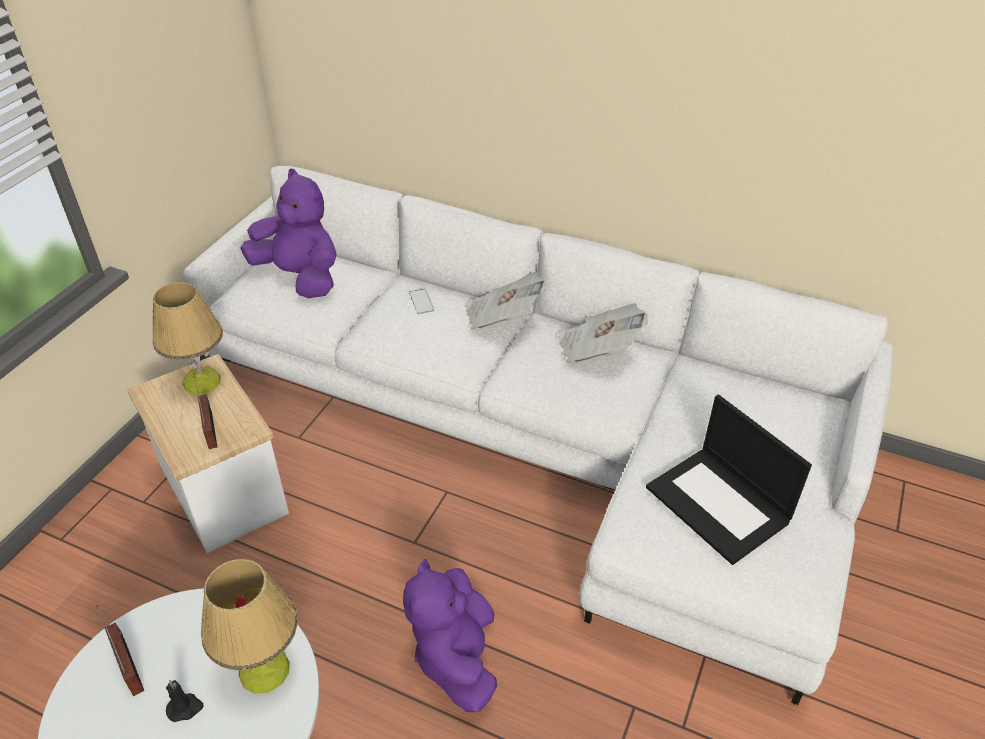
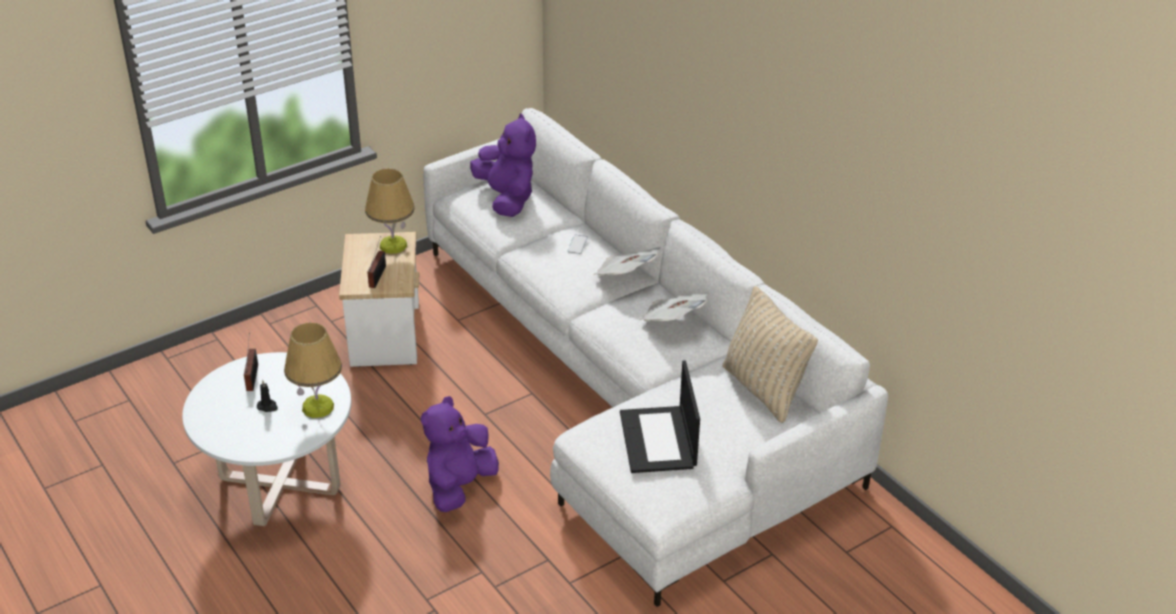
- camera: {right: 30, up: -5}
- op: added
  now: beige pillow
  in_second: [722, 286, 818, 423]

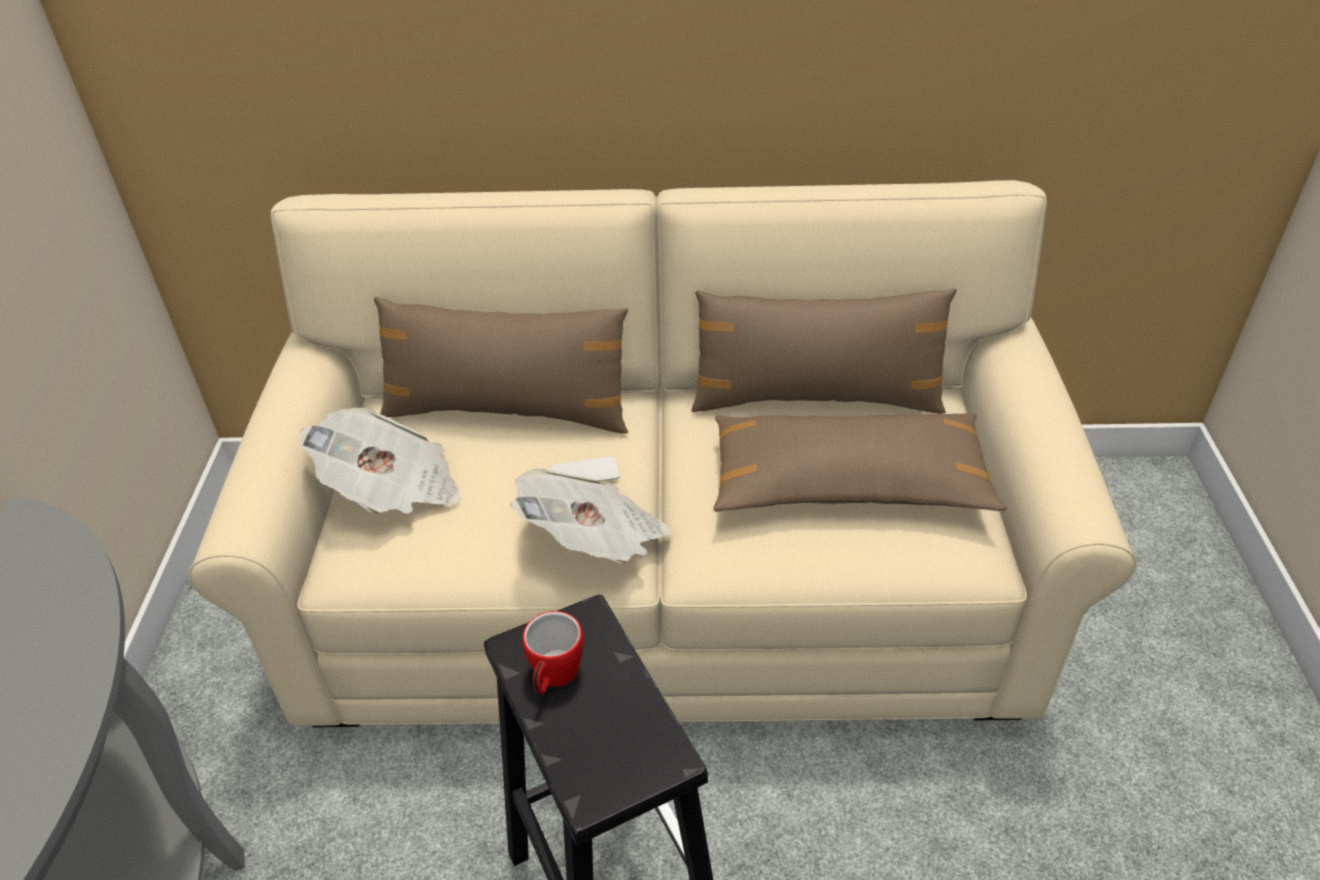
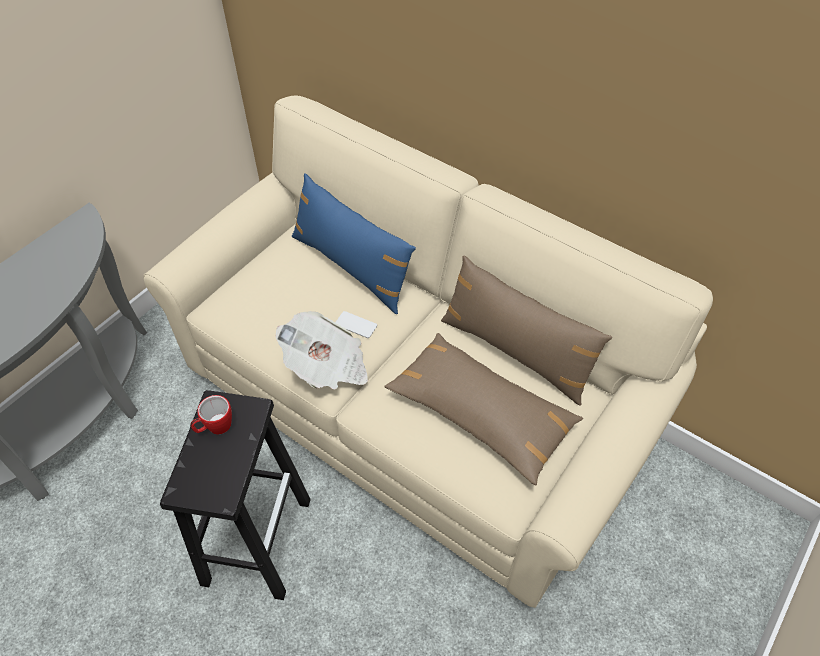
- camera: {right: 35, up: 10}
- op: recoloured
  was: brown pillow
  now: blue pillow
  in_first: [374, 297, 628, 434]
  in_second: [292, 173, 416, 314]
- op: removed
  was: newspaper
  in_first: [299, 408, 462, 514]

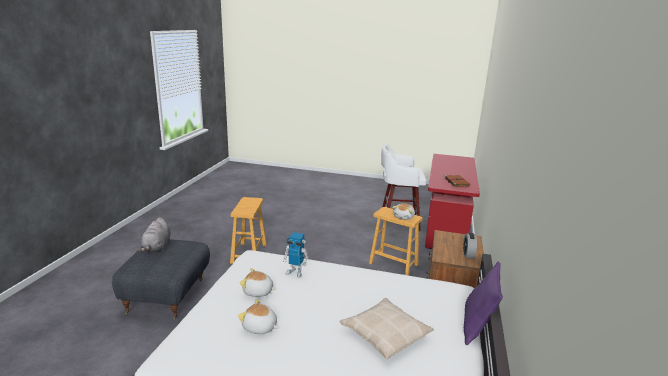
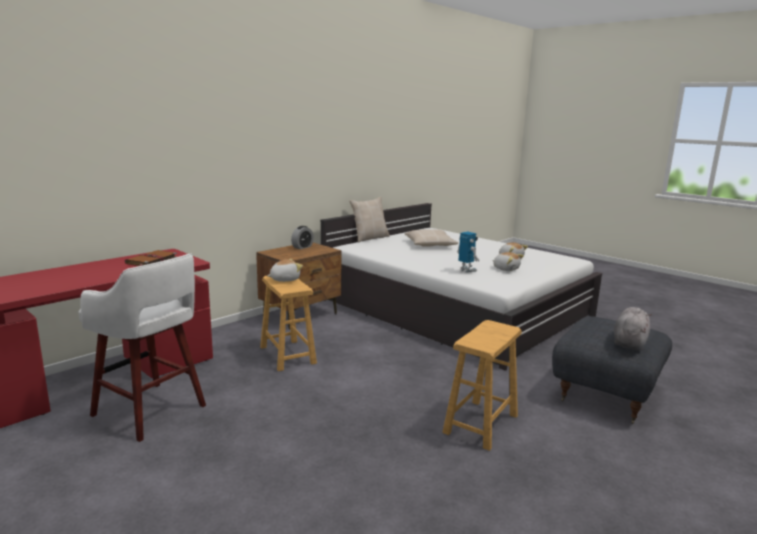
- camera: {right: -150, up: -5}
- op: recoloured
  was: purple pillow
  now: beige pillow
  in_first: [464, 262, 503, 345]
  in_second: [349, 197, 390, 242]

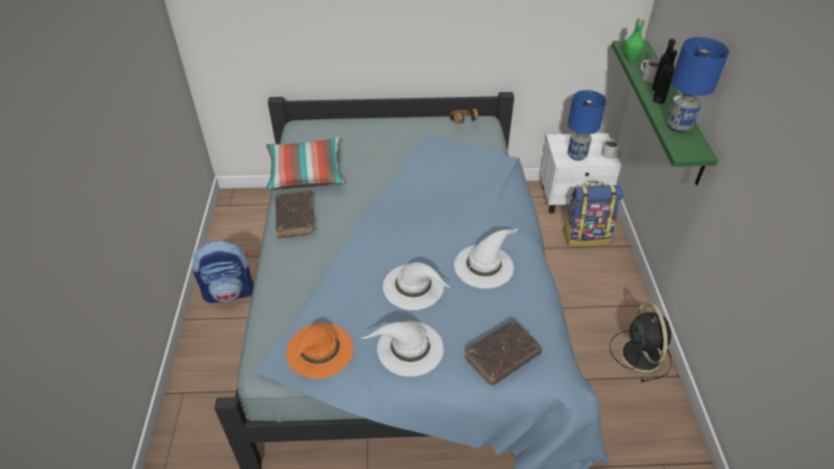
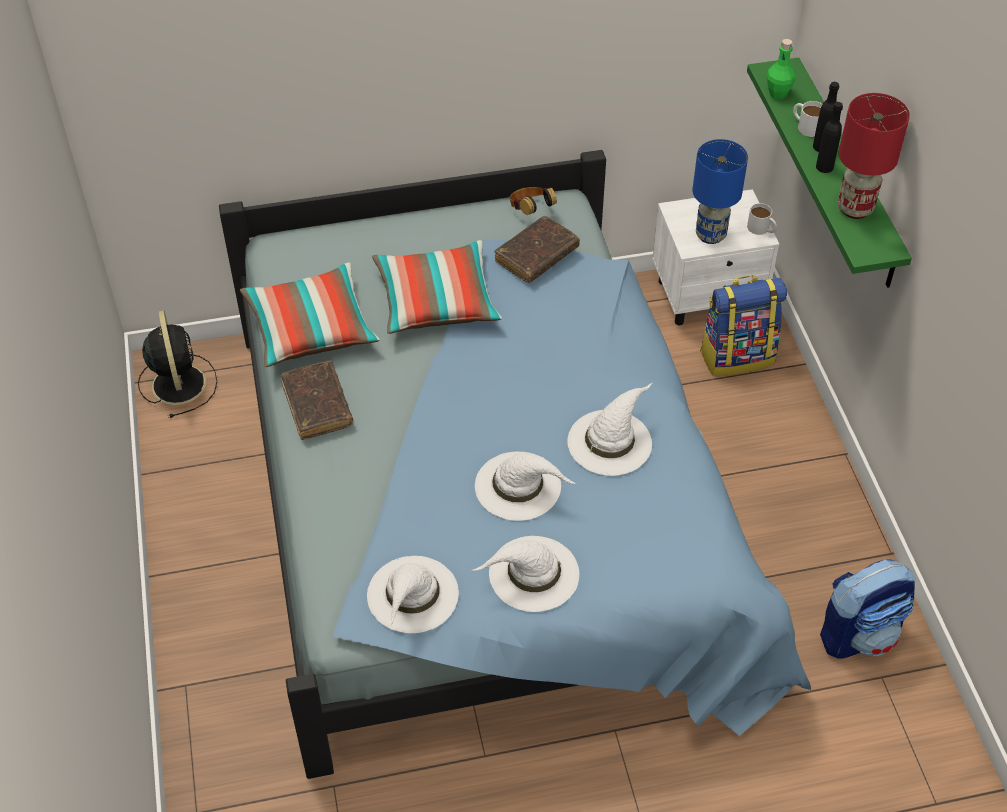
- camera: {right: -10, up: 5}
- op: recoloured
  was: blue table lamp
  now: red table lamp
  in_first: [666, 37, 729, 132]
  in_second: [838, 93, 910, 219]
- op: moved
  was: backpack
  in_first: [192, 240, 254, 303]
  in_second: [820, 559, 915, 659]
- op: moved
  was: black fan
  in_first: [610, 301, 671, 382]
  in_second: [138, 310, 217, 418]
- op: moved
  was: brown book
  in_first: [464, 320, 543, 386]
  in_second: [494, 216, 580, 283]
- op: recoloured
  was: orange hat
  now: white hat
  in_first: [286, 323, 353, 379]
  in_second: [367, 556, 459, 633]
- op: added
  now: pillow
  in_second: [372, 240, 502, 334]

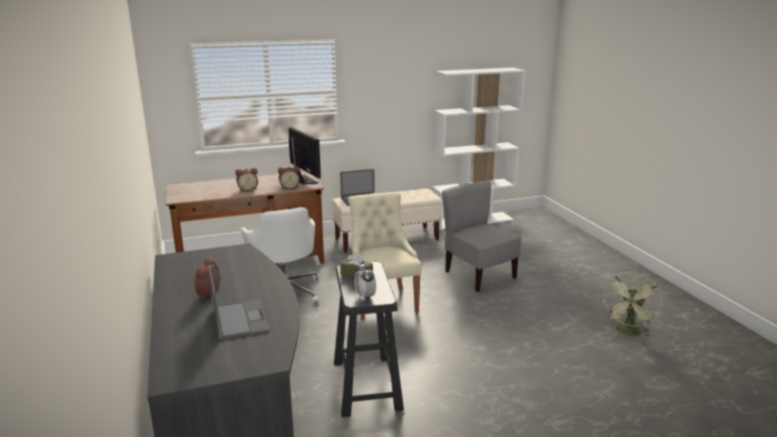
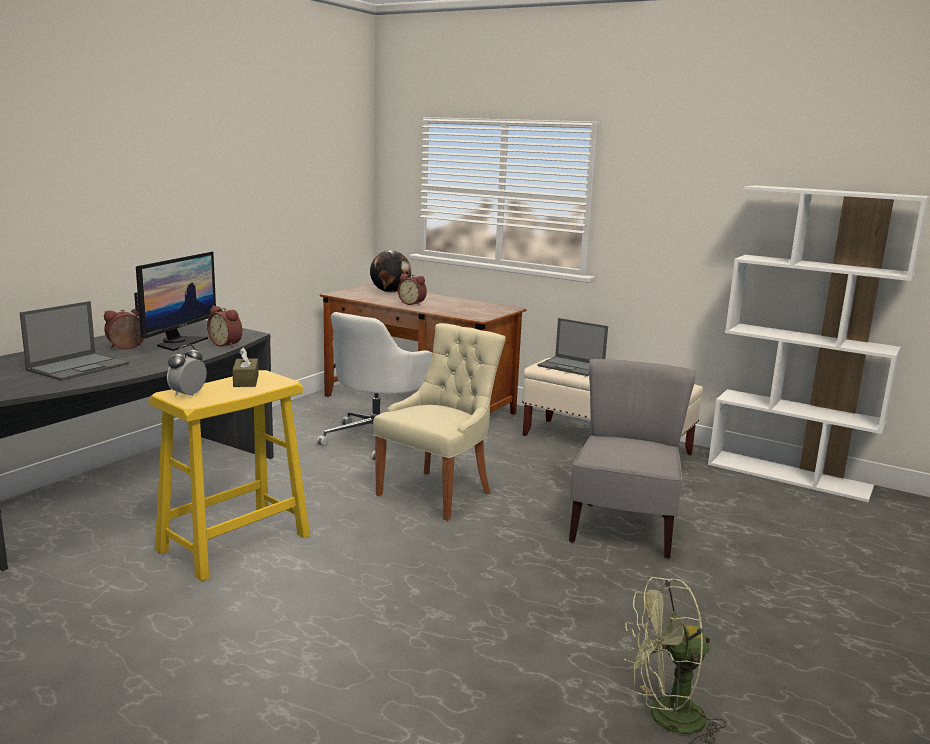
- camera: {right: 50, up: -5}
- op: moved
  was: monitor
  in_first: [289, 127, 321, 184]
  in_second: [134, 251, 216, 351]
- op: moved
  was: alarm clock
  in_first: [278, 166, 300, 190]
  in_second: [207, 306, 242, 348]
- op: recoloured
  was: black stool
  now: yellow stool
  in_first: [334, 262, 404, 417]
  in_second: [149, 370, 310, 581]
- op: added
  now: globe
  in_second: [370, 250, 411, 293]

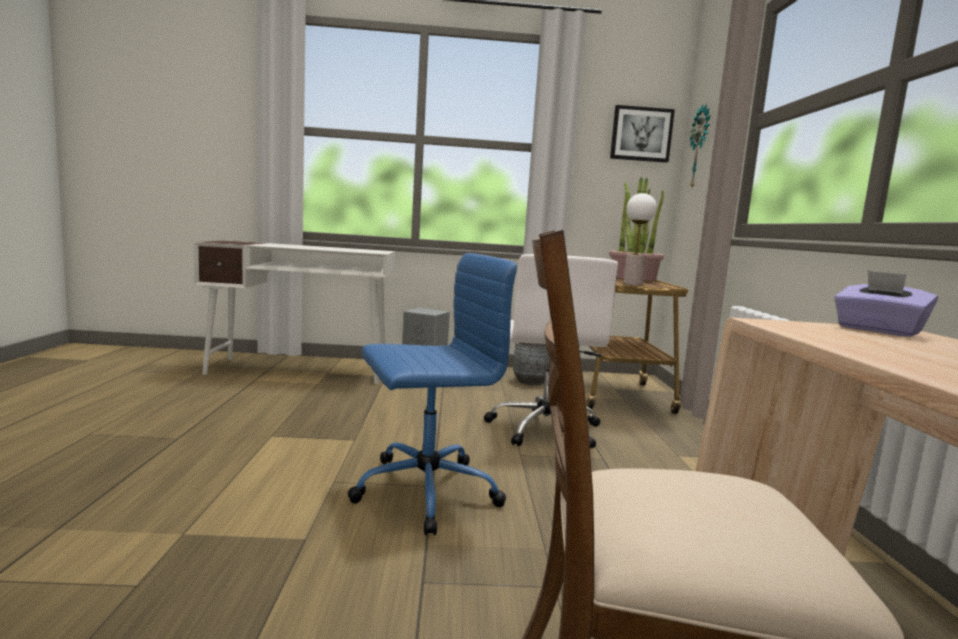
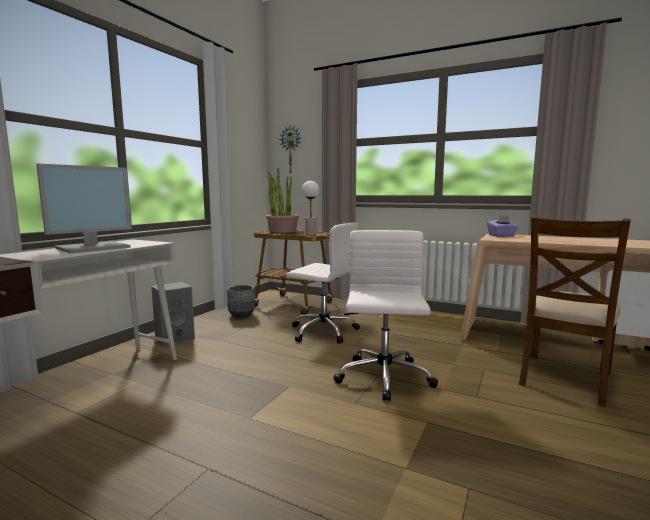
- camera: {right: -60, up: 0}
- op: removed
  was: picture
  in_first: [610, 105, 675, 163]
- op: recoloured
  was: blue office chair
  now: white office chair
  in_first: [347, 253, 517, 535]
  in_second: [333, 230, 438, 401]
- op: added
  now: monitor
  in_second: [36, 164, 132, 253]

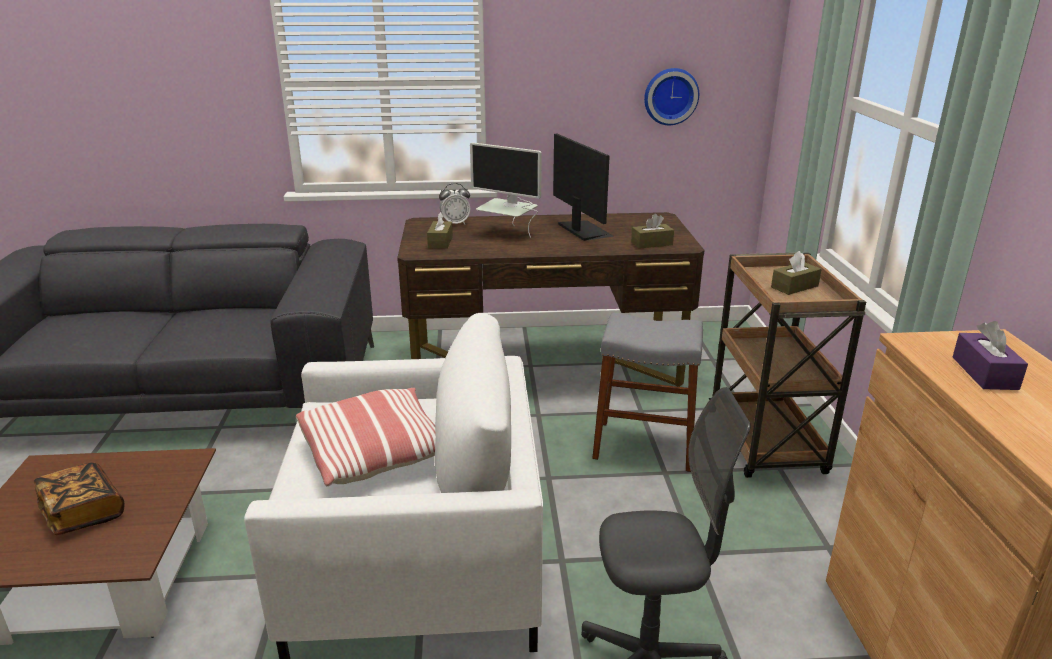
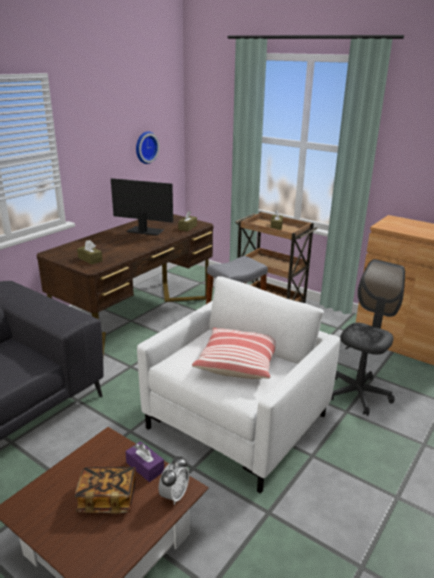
- camera: {right: -50, up: 0}
- op: removed
  was: monitor
  in_first: [470, 142, 542, 238]
- op: moved
  was: alarm clock
  in_first: [439, 183, 471, 224]
  in_second: [159, 456, 189, 505]
- op: moved
  was: purple tissue box
  in_first: [953, 321, 1028, 390]
  in_second: [125, 441, 164, 482]

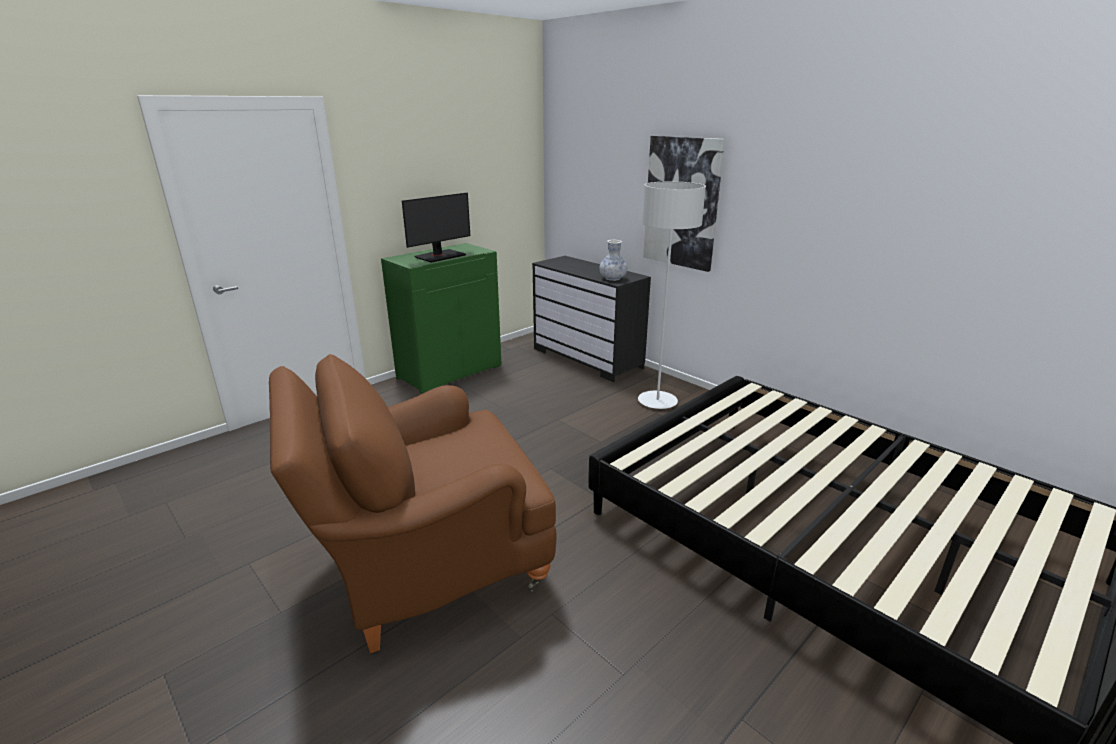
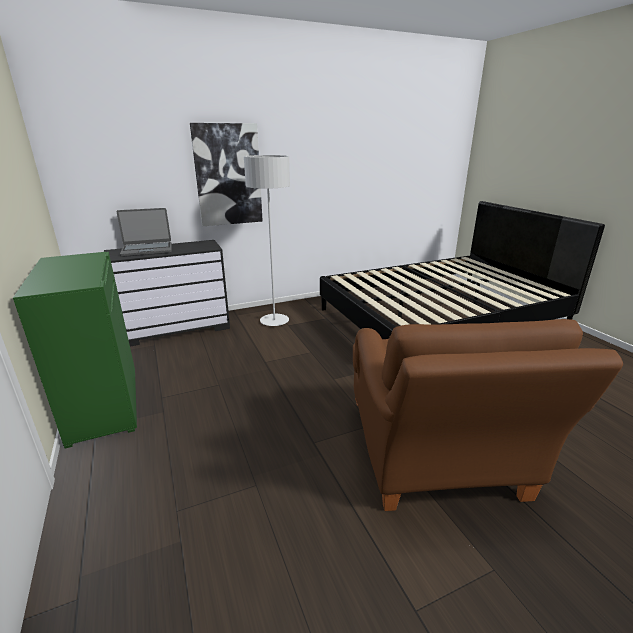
- camera: {right: -70, up: 0}
- op: removed
  was: monitor
  in_first: [402, 193, 470, 263]
- op: removed
  was: vase
  in_first: [599, 240, 627, 281]
- op: added
  now: laptop
  in_second: [117, 208, 172, 257]

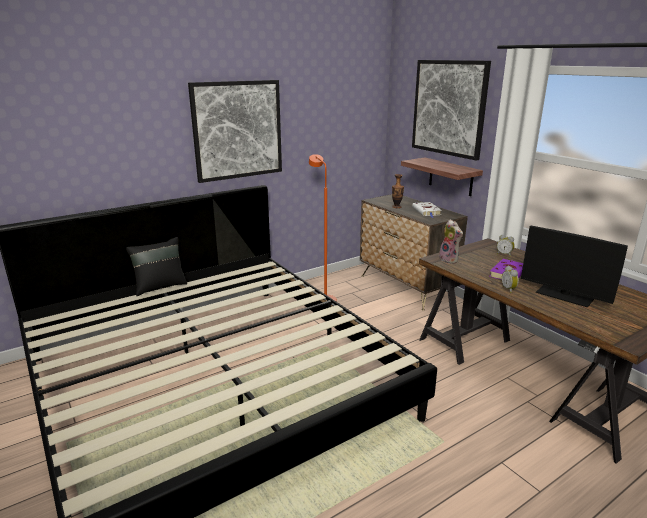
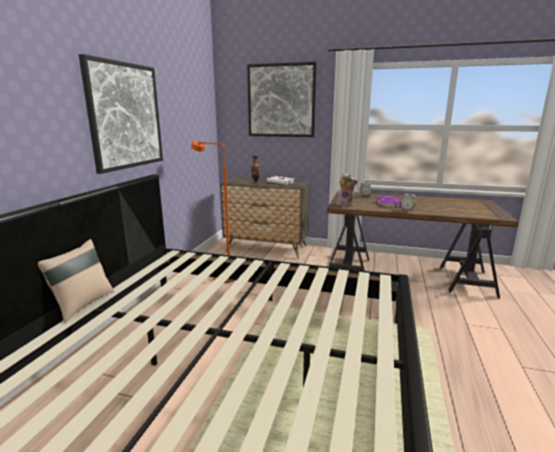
- camera: {right: -40, up: -5}
- op: removed
  was: shelf
  in_first: [401, 158, 483, 196]
- op: removed
  was: monitor
  in_first: [521, 226, 628, 308]
- op: recoloured
  was: black pillow
  now: beige pillow
  in_first: [126, 237, 187, 296]
  in_second: [38, 239, 114, 323]

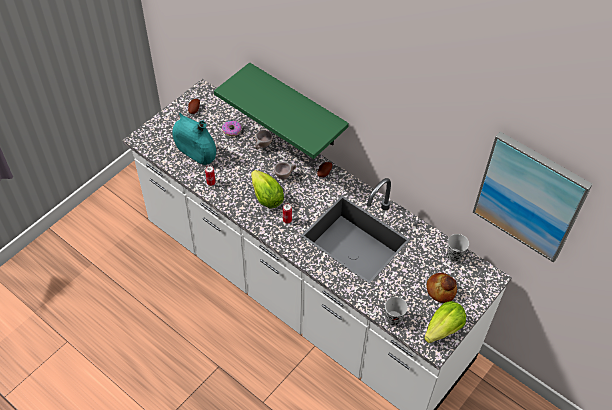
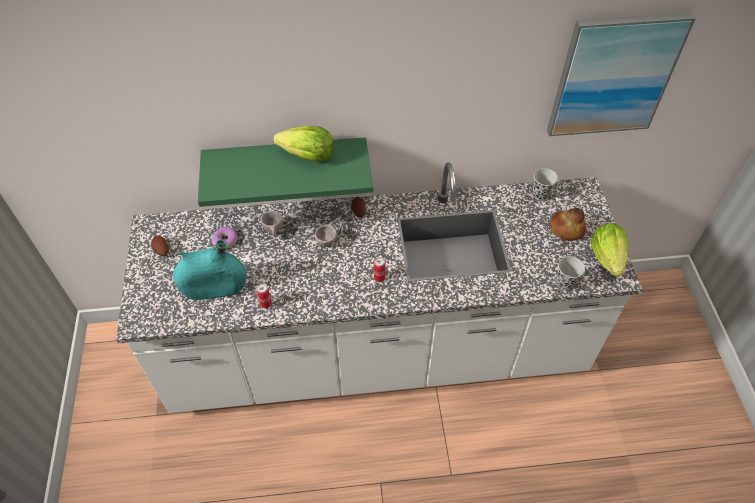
- camera: {right: -45, up: 0}
- op: moved
  was: lettuce
  in_first: [251, 170, 284, 208]
  in_second: [274, 126, 333, 162]

